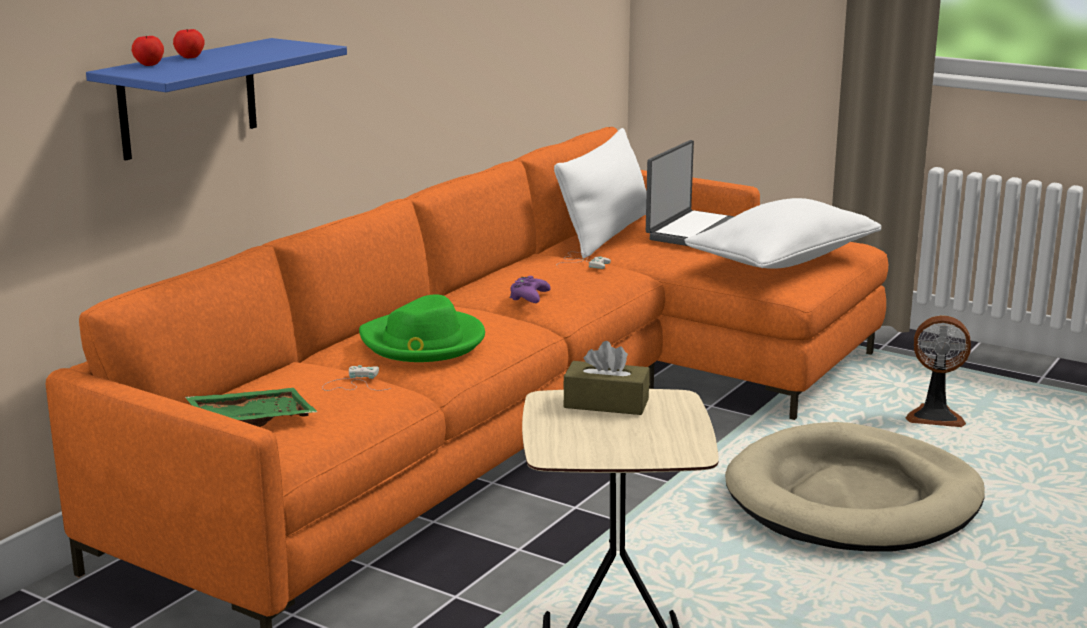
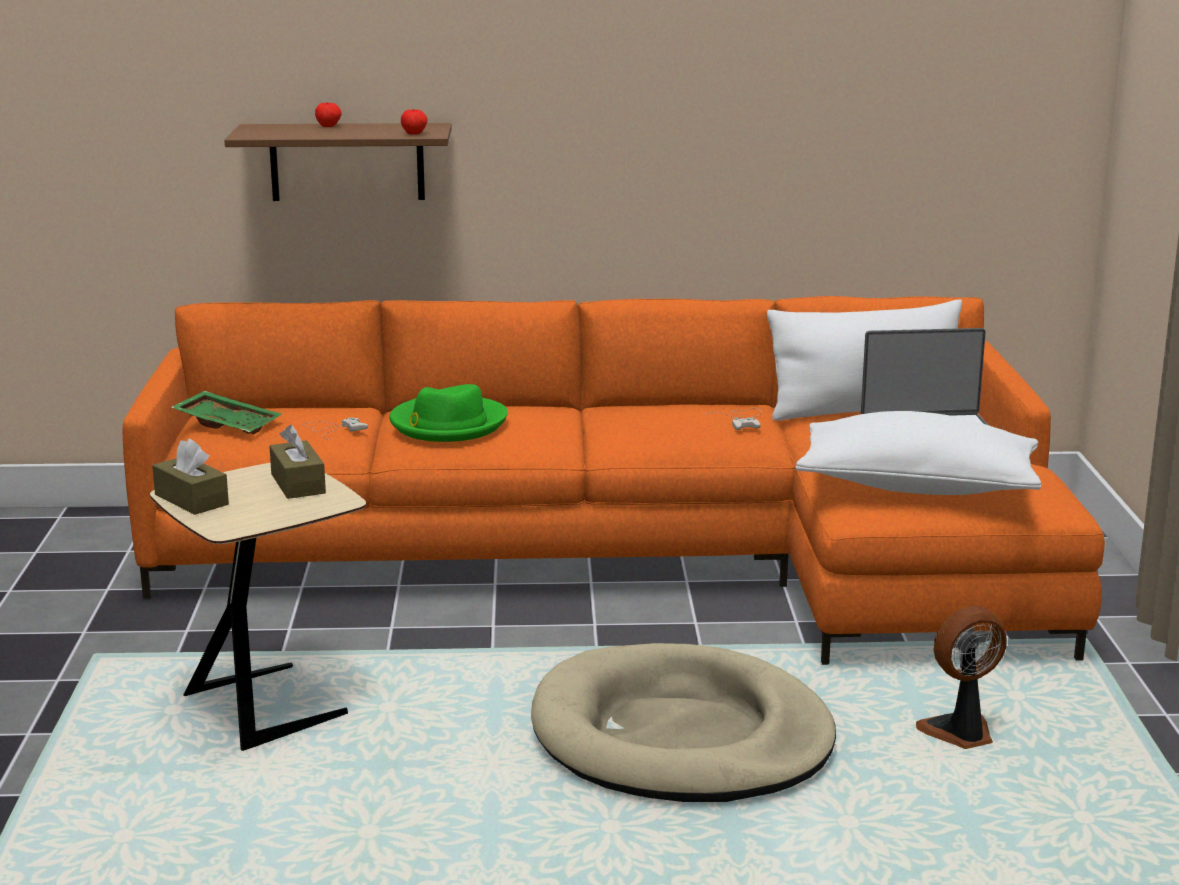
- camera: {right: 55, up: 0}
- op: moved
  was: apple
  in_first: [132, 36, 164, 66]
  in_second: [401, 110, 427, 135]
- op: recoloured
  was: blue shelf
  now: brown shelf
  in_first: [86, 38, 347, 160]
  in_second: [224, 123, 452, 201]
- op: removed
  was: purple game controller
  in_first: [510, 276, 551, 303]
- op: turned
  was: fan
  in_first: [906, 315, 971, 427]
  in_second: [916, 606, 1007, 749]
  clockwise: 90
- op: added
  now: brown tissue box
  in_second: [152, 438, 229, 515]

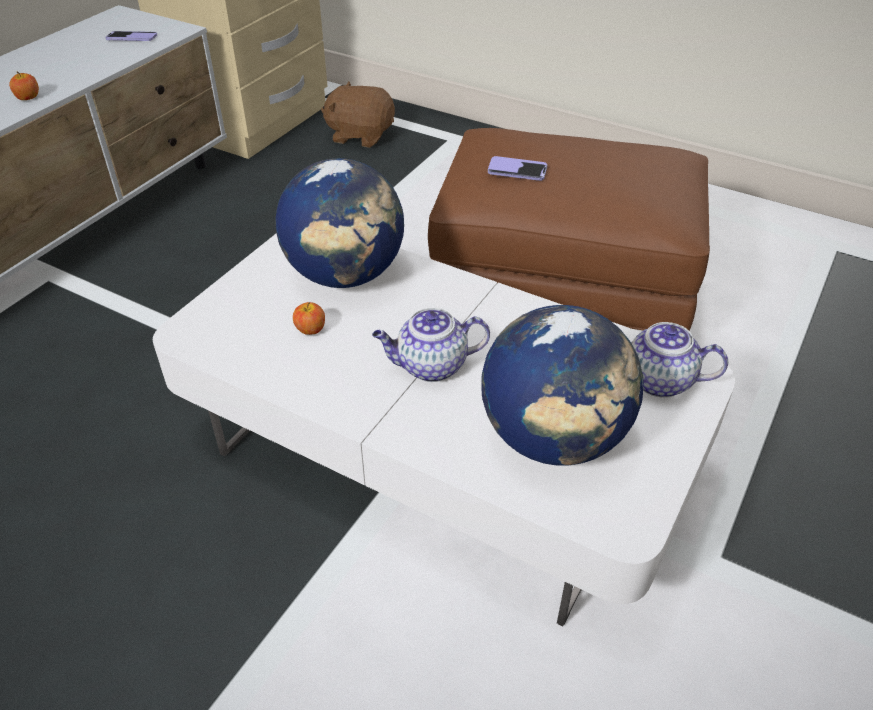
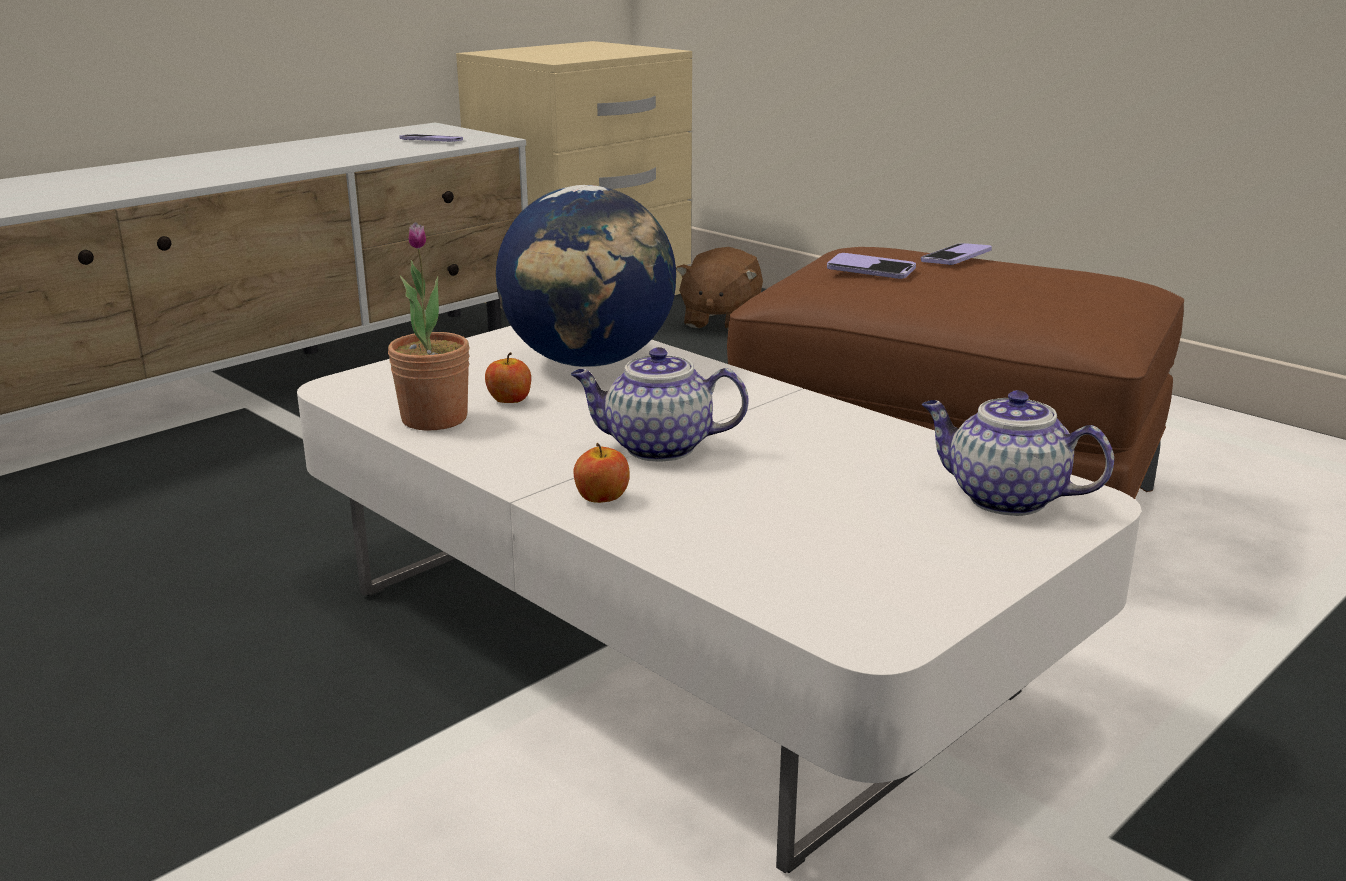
- camera: {right: 15, up: -20}
- op: moved
  was: apple
  in_first: [9, 72, 39, 100]
  in_second: [574, 443, 630, 503]
- op: turned
  was: brown plush toy
  in_first: [321, 82, 395, 148]
  in_second: [676, 247, 763, 329]
  clockwise: -105
- op: removed
  was: globe
  in_first: [481, 305, 643, 466]
- op: added
  now: potted plant
  in_second: [388, 222, 470, 431]
- op: added
  now: phone
  in_second: [921, 243, 992, 265]

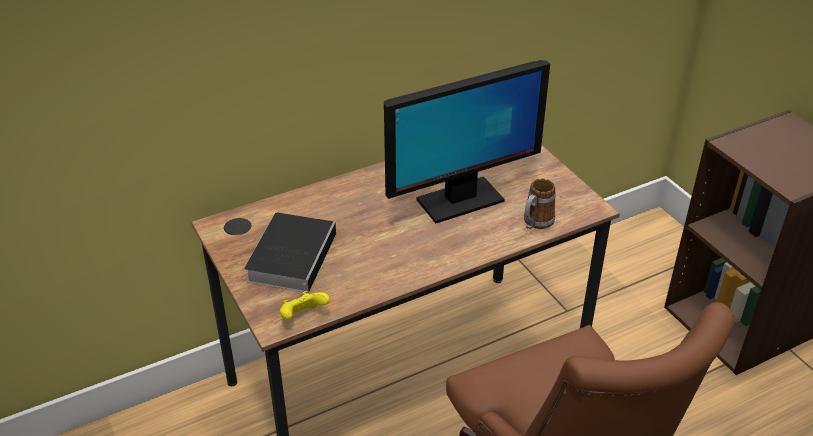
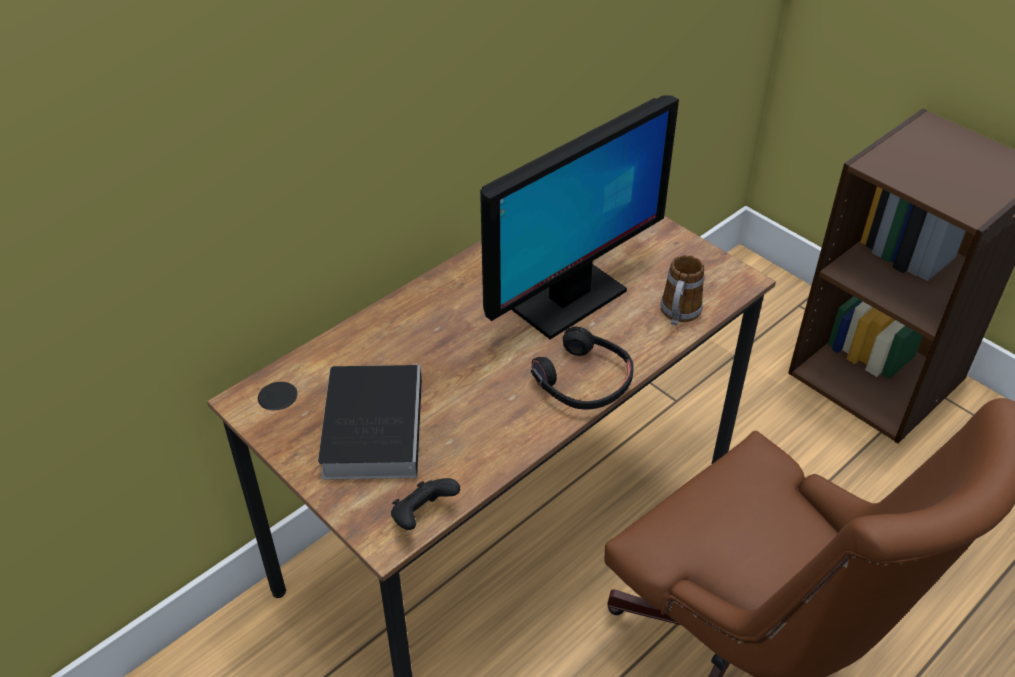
- camera: {right: -15, up: 5}
- op: recoloured
  was: yellow game controller
  now: black game controller
  in_first: [280, 291, 330, 320]
  in_second: [391, 478, 460, 530]
- op: added
  now: black headphones
  in_second: [531, 327, 634, 409]

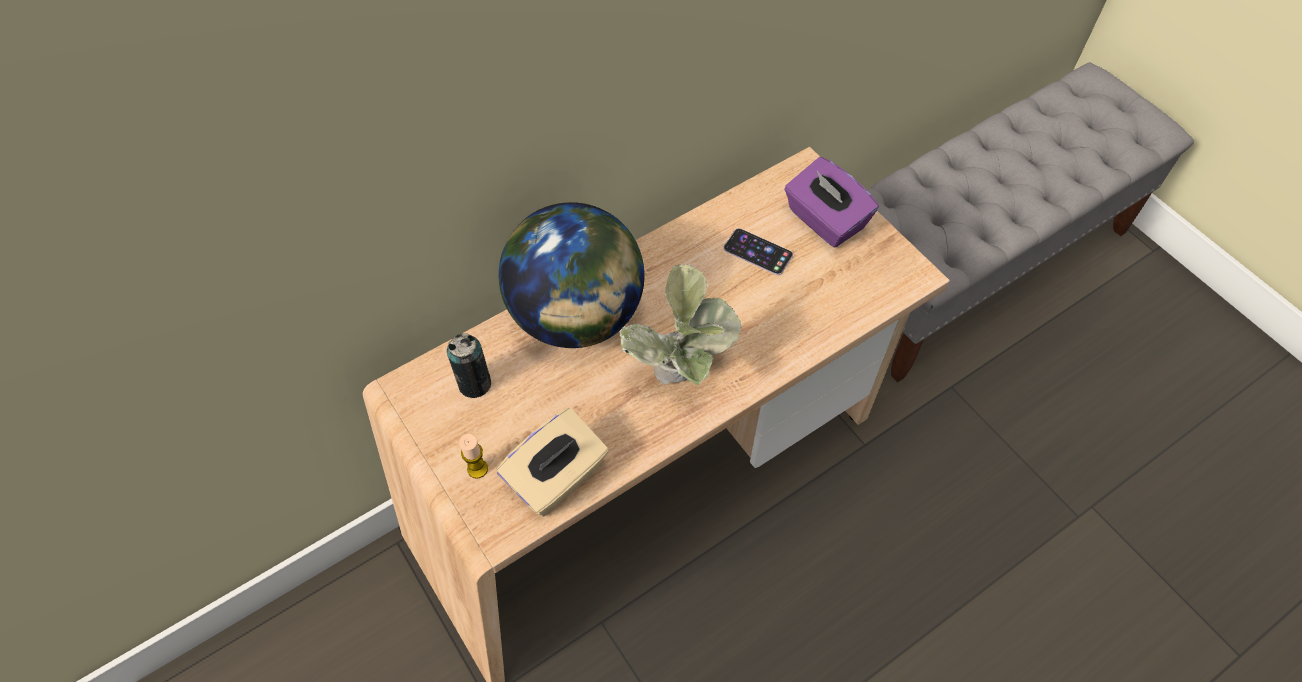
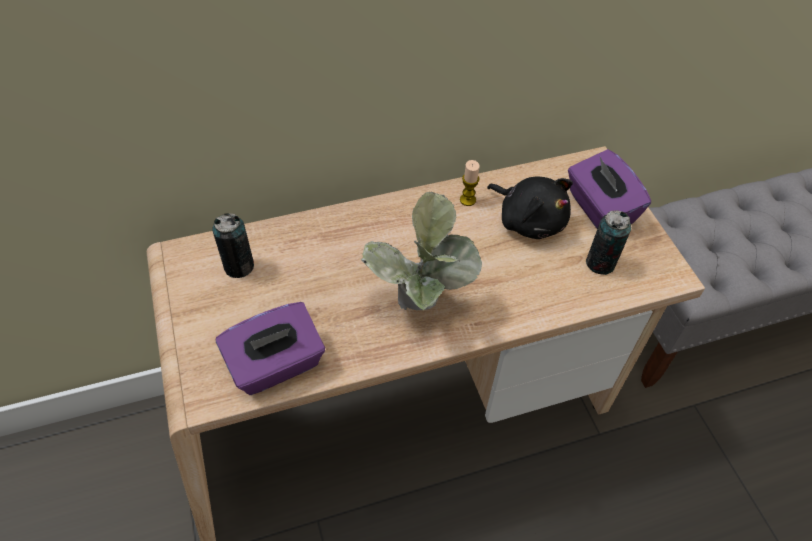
- camera: {right: 15, up: -5}
- op: removed
  was: globe
  in_first: [499, 202, 645, 348]
- op: replaced
  was: phone
  now: black plush toy
  in_first: [724, 228, 793, 275]
  in_second: [487, 176, 573, 239]
- op: recoloured
  was: beige tissue box
  now: purple tissue box
  in_first: [496, 408, 609, 517]
  in_second: [216, 302, 325, 395]
- op: moved
  was: candle
  in_first: [459, 434, 488, 478]
  in_second: [460, 160, 480, 206]
- op: added
  now: can
  in_second: [586, 210, 631, 275]

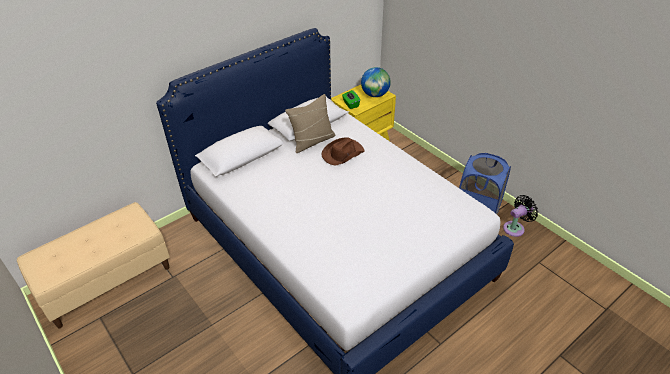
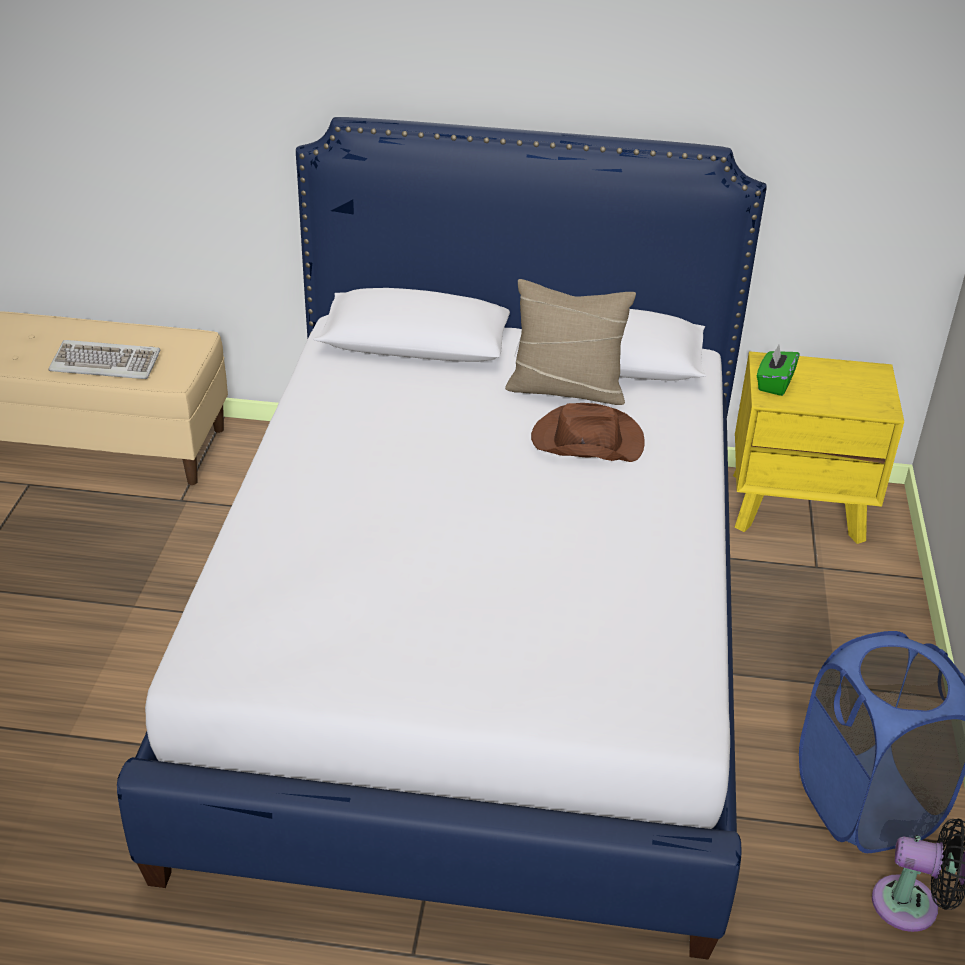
- camera: {right: 45, up: -5}
- op: removed
  was: globe
  in_first: [361, 67, 391, 97]
- op: added
  now: keyboard
  in_second: [48, 340, 160, 379]

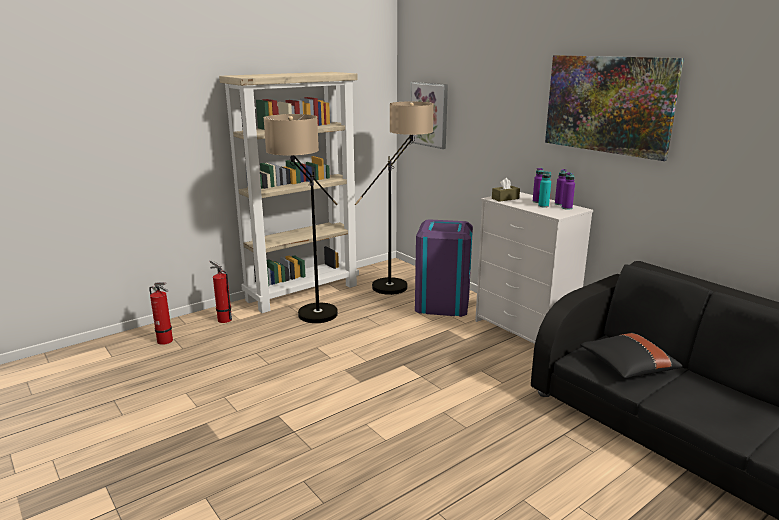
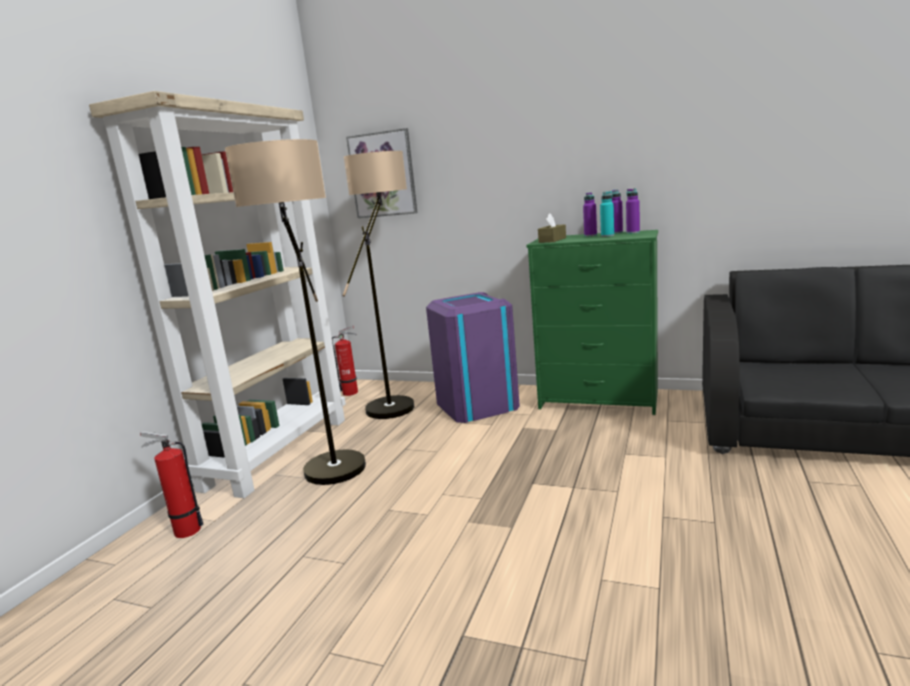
- camera: {right: -30, up: -5}
- op: removed
  was: picture
  in_first: [545, 55, 684, 161]
- op: recoloured
  was: white dresser
  now: green dresser
  in_first: [475, 192, 593, 344]
  in_second: [526, 230, 658, 415]
- op: moved
  was: fire extinguisher
  in_first: [149, 282, 173, 345]
  in_second: [332, 326, 358, 396]
- op: removed
  was: black pillow
  in_first: [580, 333, 682, 378]

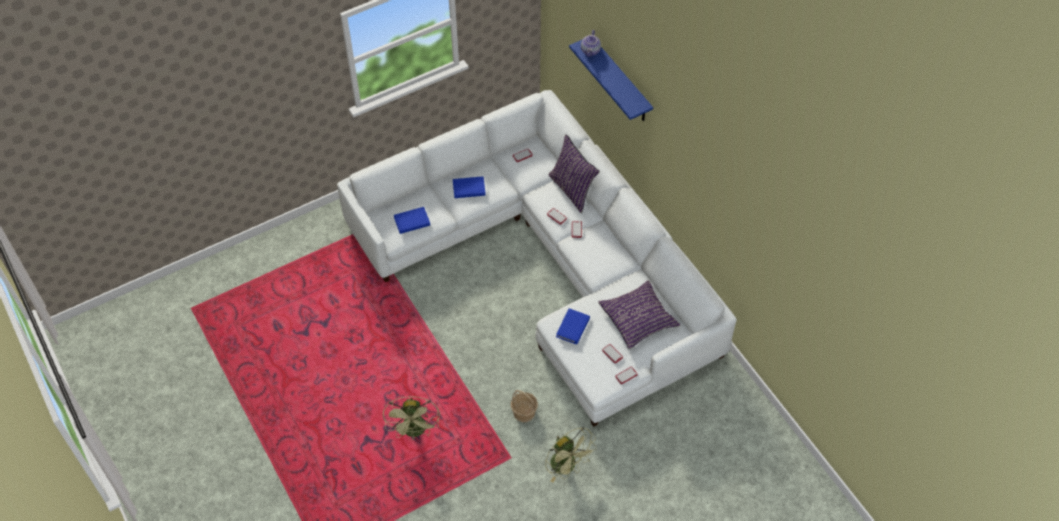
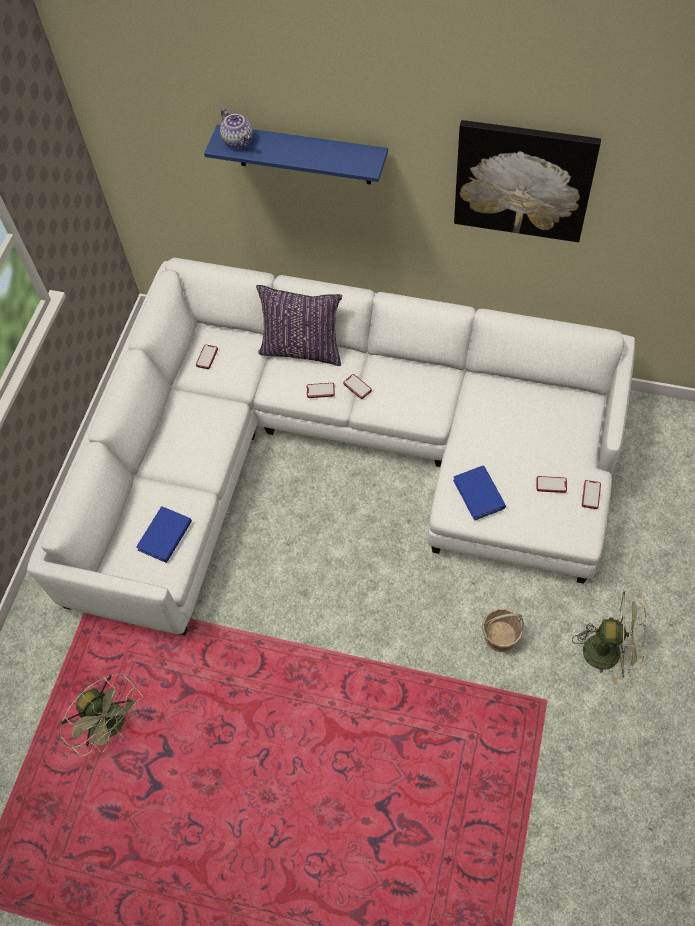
- camera: {right: -40, up: 5}
- op: removed
  was: blue book
  in_first: [453, 176, 486, 198]
- op: removed
  was: purple pillow
  in_first: [599, 280, 680, 349]
- op: moved
  was: green fan
  in_first: [383, 396, 440, 440]
  in_second: [60, 674, 143, 757]
- op: added
  now: picture
  in_second: [454, 120, 601, 242]

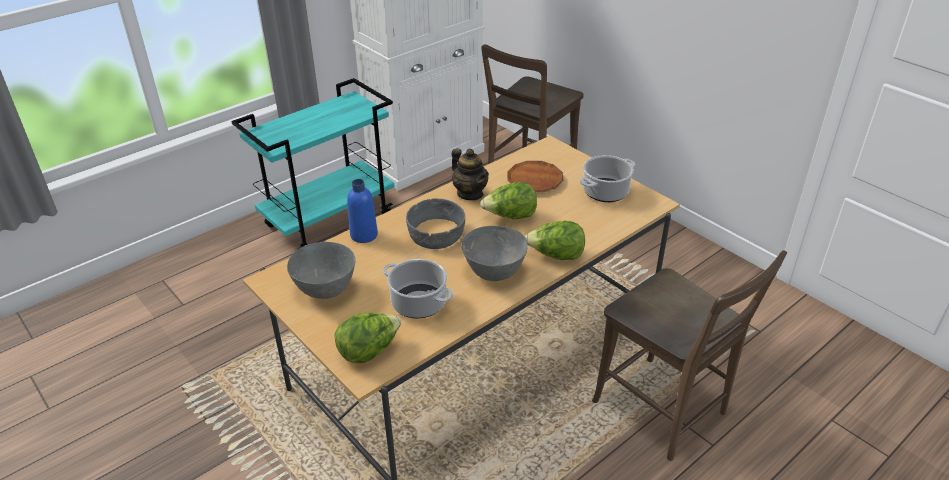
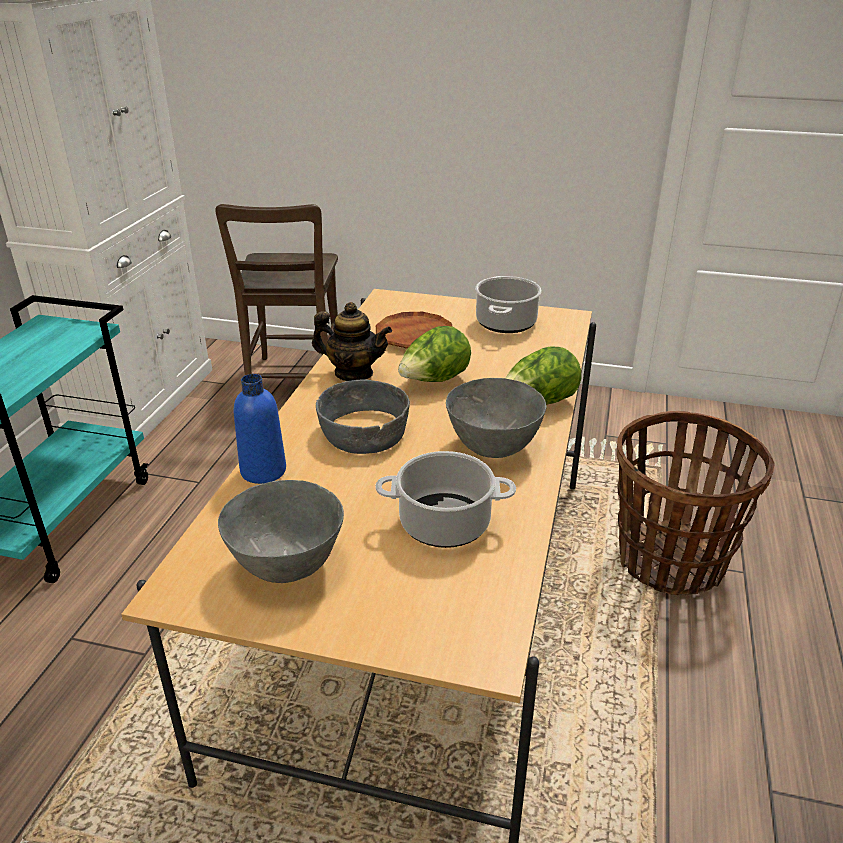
- camera: {right: -35, up: -5}
- op: replaced
  was: brown chair
  now: basket
  in_first: [592, 250, 787, 461]
  in_second: [617, 411, 775, 595]
- op: removed
  was: lettuce
  in_first: [335, 312, 401, 363]

